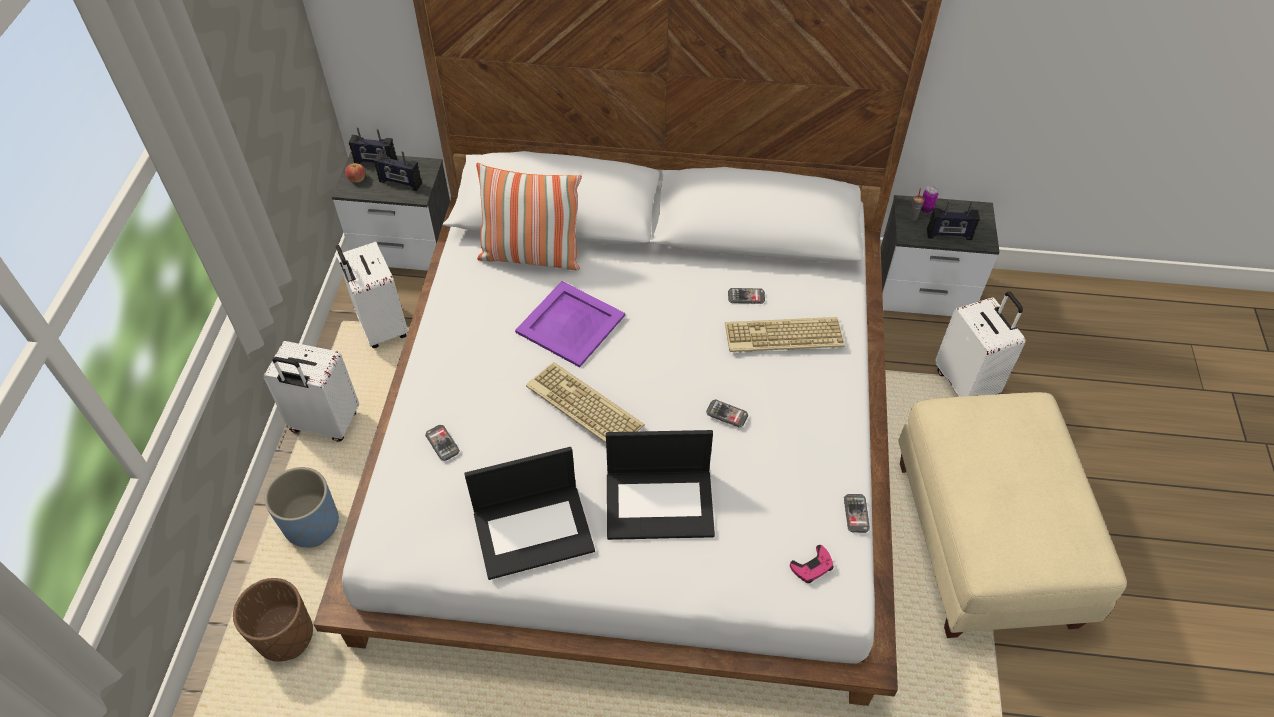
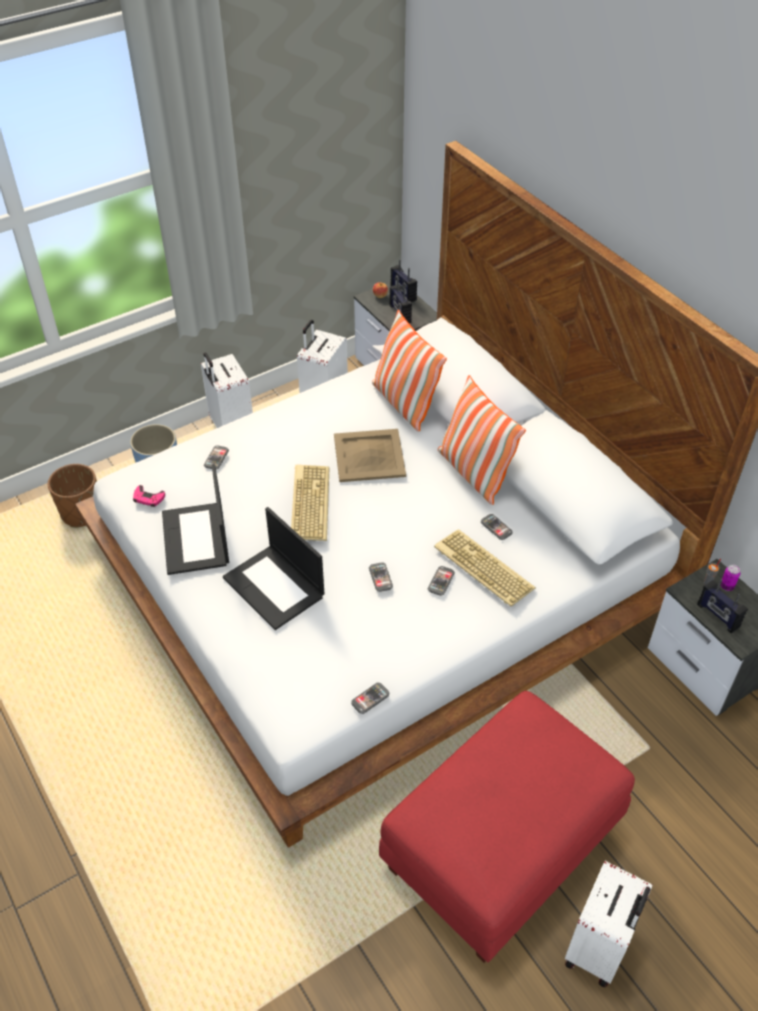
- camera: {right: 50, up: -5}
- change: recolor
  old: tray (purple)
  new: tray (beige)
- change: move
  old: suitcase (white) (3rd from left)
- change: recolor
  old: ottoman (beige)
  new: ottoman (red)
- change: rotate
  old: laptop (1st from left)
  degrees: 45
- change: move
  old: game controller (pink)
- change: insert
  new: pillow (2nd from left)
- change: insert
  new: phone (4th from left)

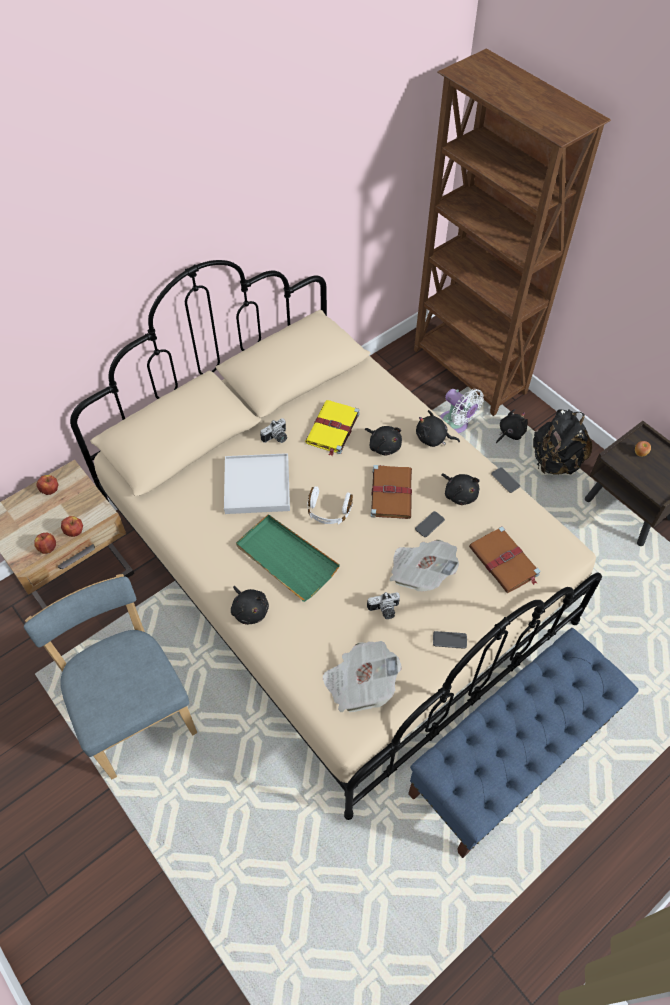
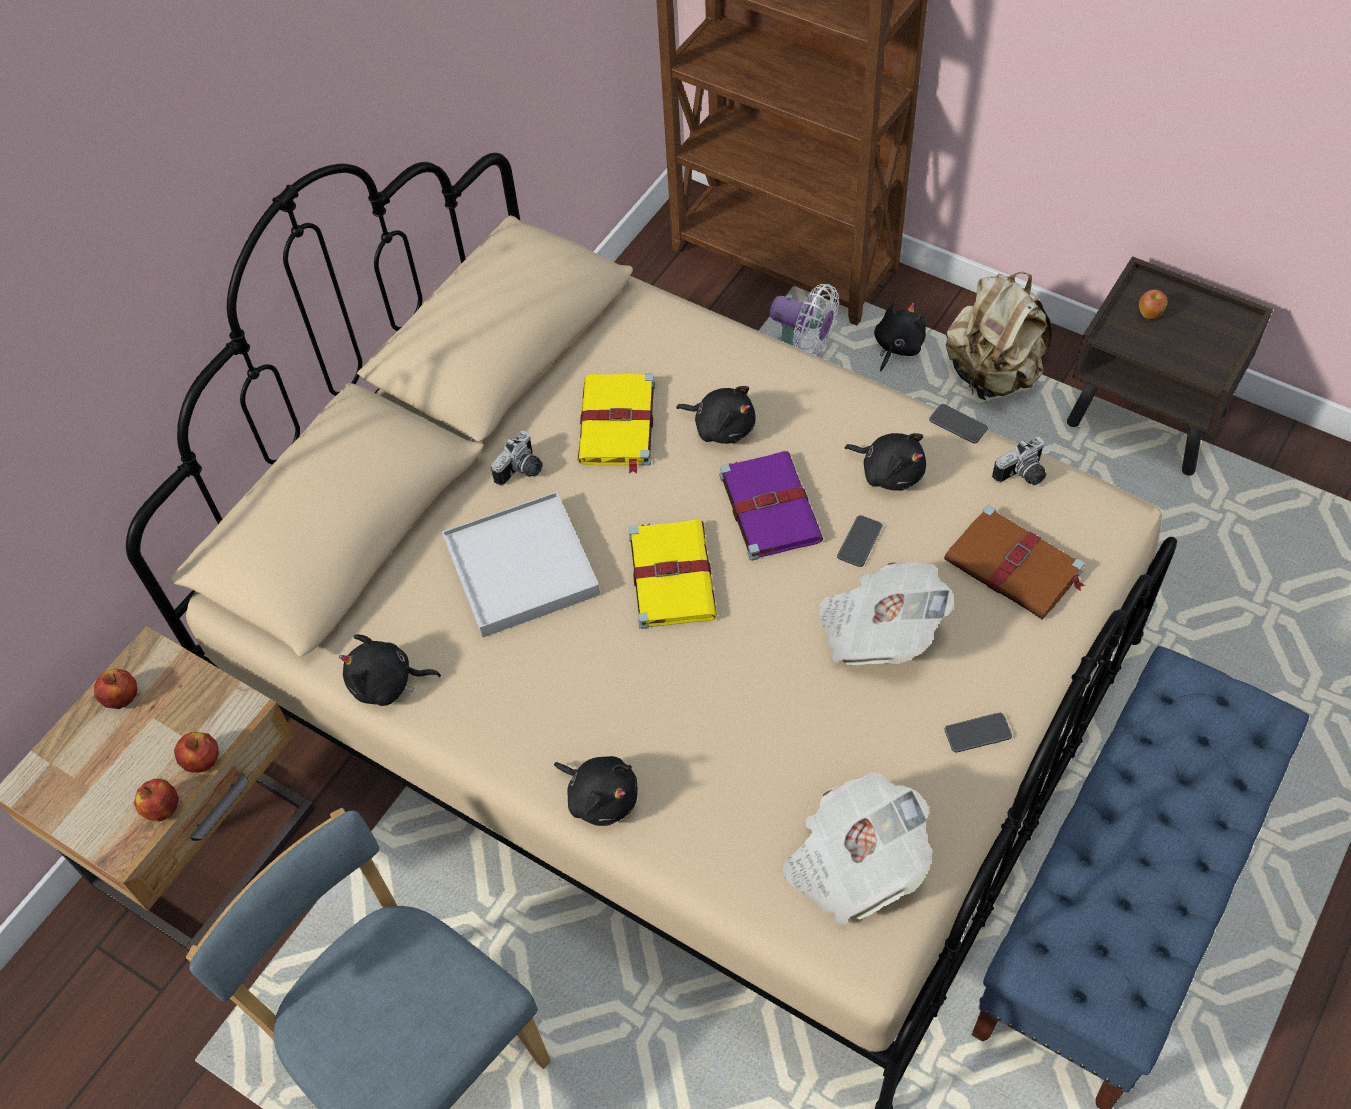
- camera: {right: -15, up: 0}
- change: recolor
  old: backpack (black)
  new: backpack (beige)
- change: move
  old: plush toy (black) (3rd from left in the first image)
  new: plush toy (black) (1st from left)
- change: recolor
  old: book (brown) (1st from left)
  new: book (purple)
- change: replace
  old: headphones (white)
  new: book (yellow) (2nd from left)
- change: delete
  old: tray (green)
- change: move
  old: photo camera (2nd from left)

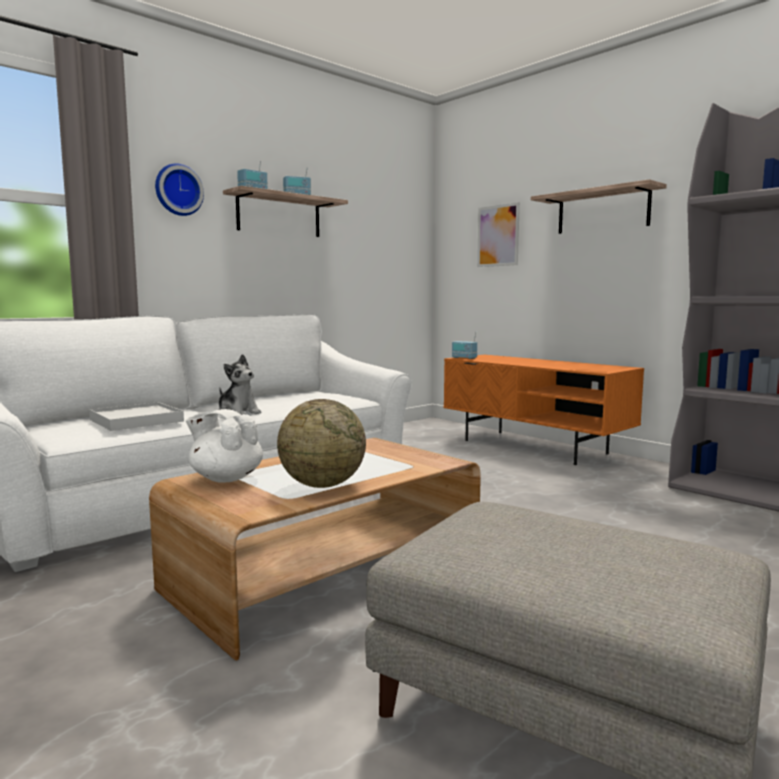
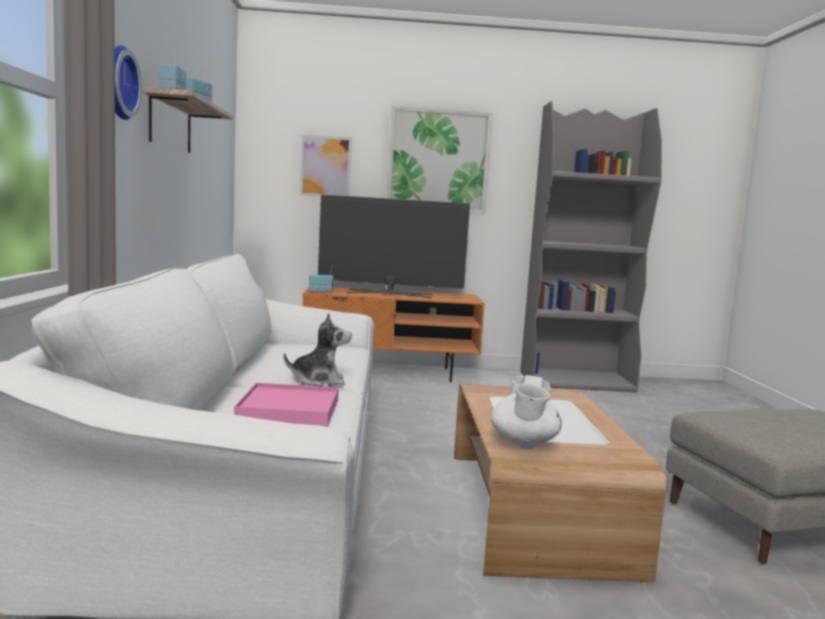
- camera: {right: -50, up: 0}
- change: replace
  old: shelf (2nd from left)
  new: picture (2nd from left)
- change: delete
  old: globe
- change: recolor
  old: tray (white)
  new: tray (pink)
- change: rotate
  old: teapot (white)
  degrees: -60
- change: insert
  new: television

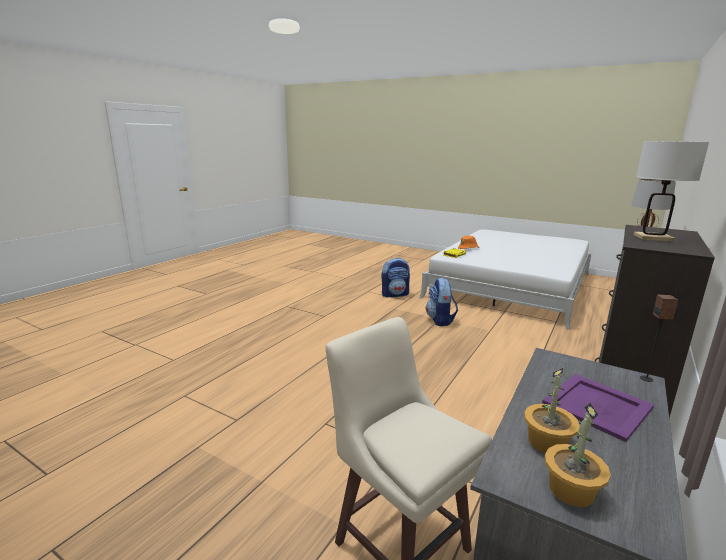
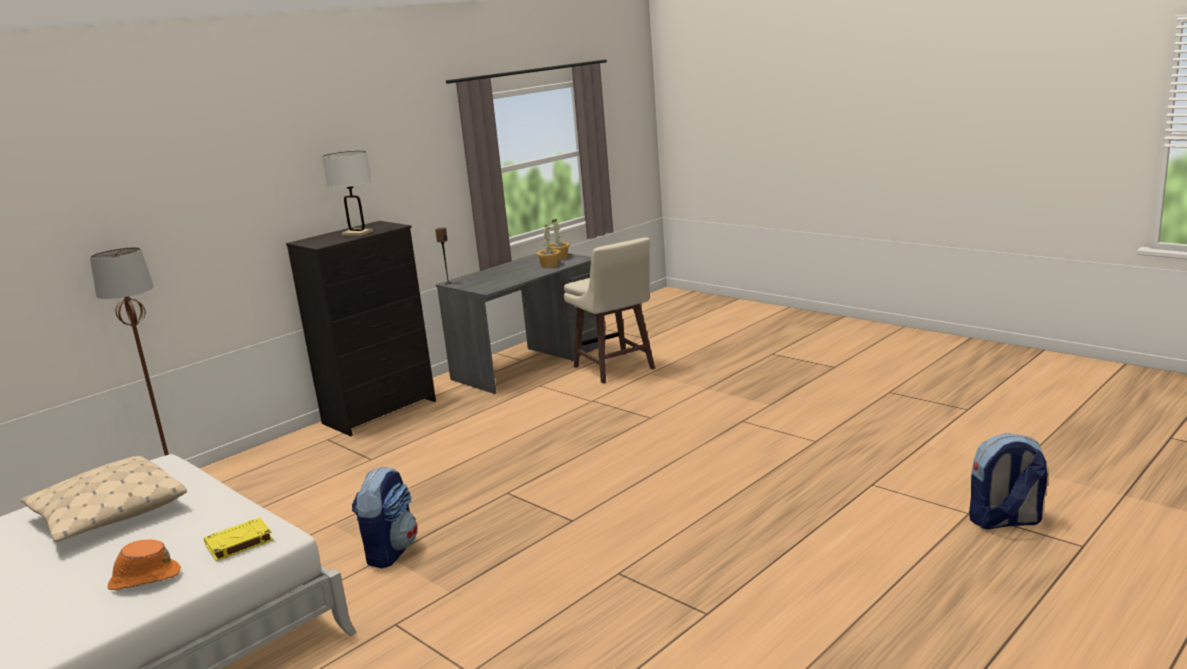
- camera: {right: -165, up: 0}
- change: move
  old: backpack (1st from left in the first image)
  new: backpack (2nd from left)
- change: delete
  old: tray (purple)
- change: insert
  new: pillow (beige)

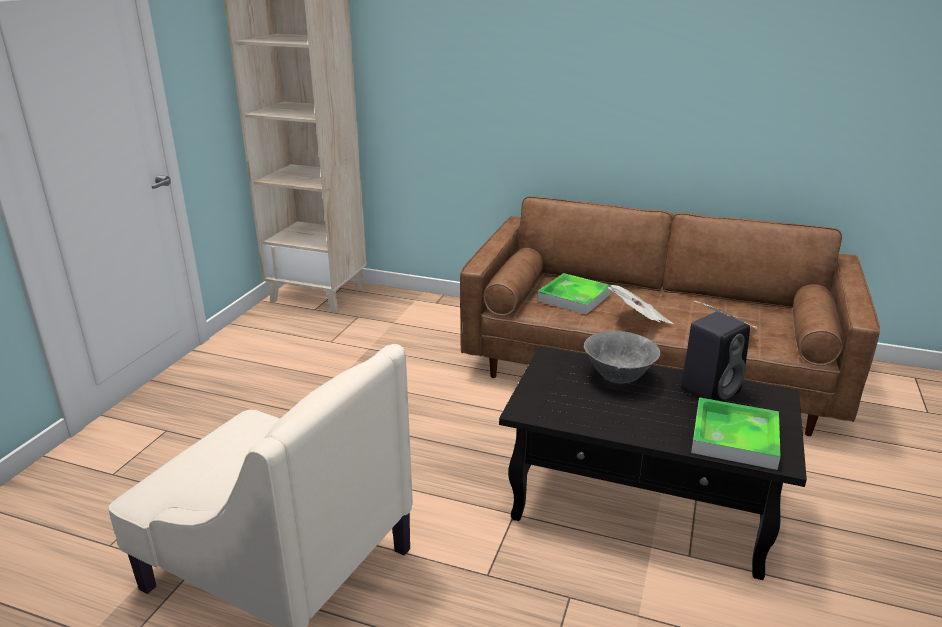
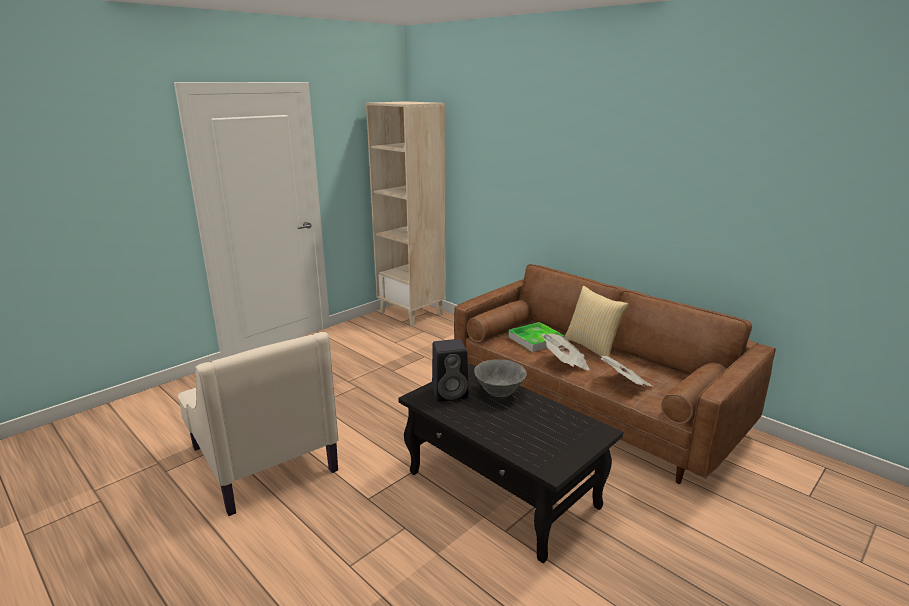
- camera: {right: 25, up: -5}
- change: move
  old: speaker (black)
- change: delete
  old: tray (2nd from left)
- change: insert
  new: pillow

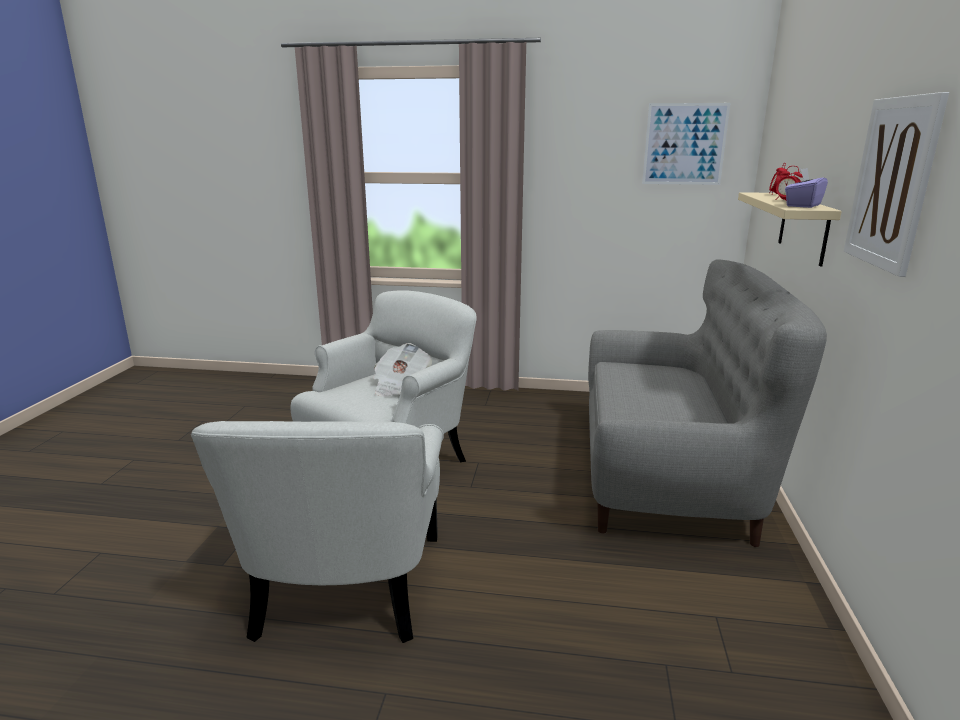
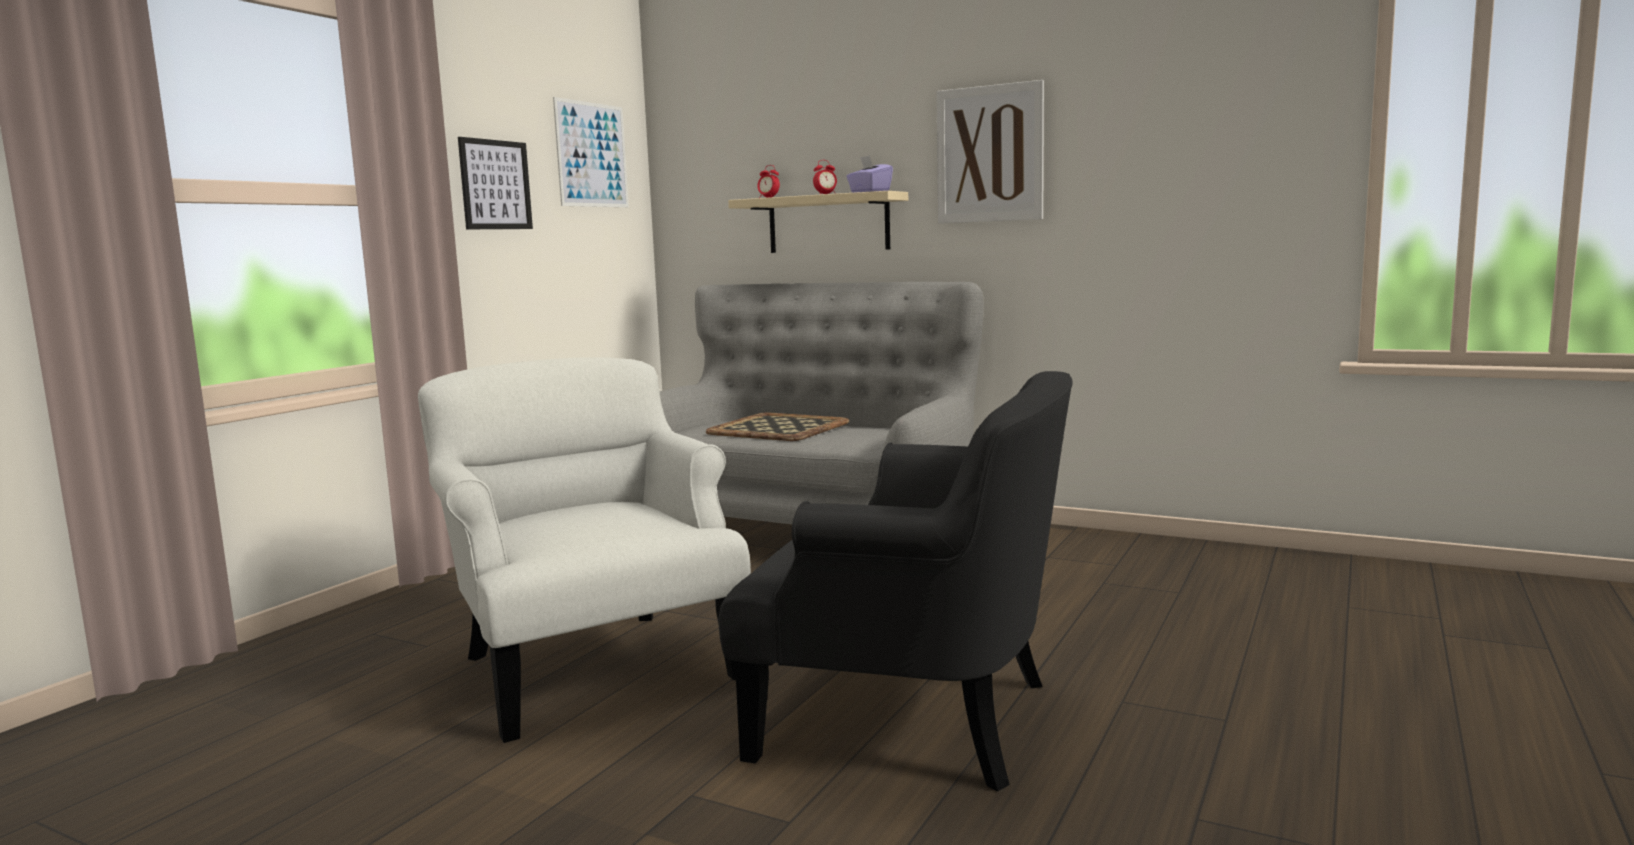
- camera: {right: -70, up: -10}
- change: delete
  old: newspaper
- change: recolor
  old: armchair (white) (1st from left)
  new: armchair (black)
- change: insert
  new: picture (1st from left)
- change: insert
  new: tray

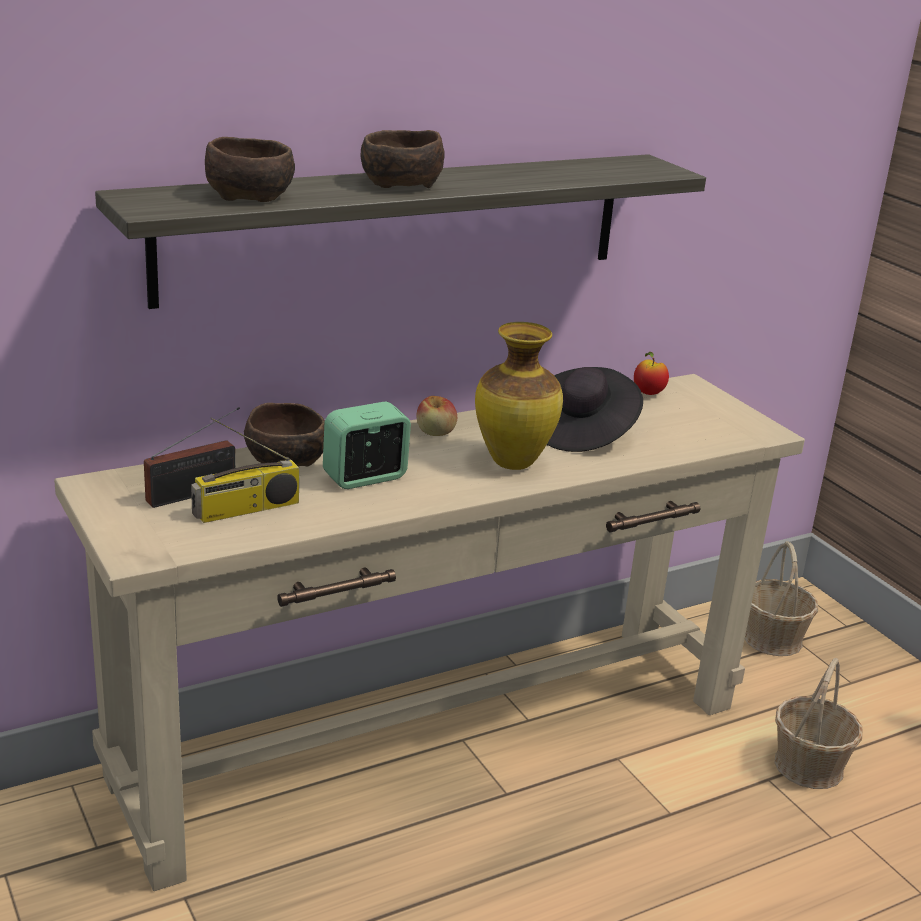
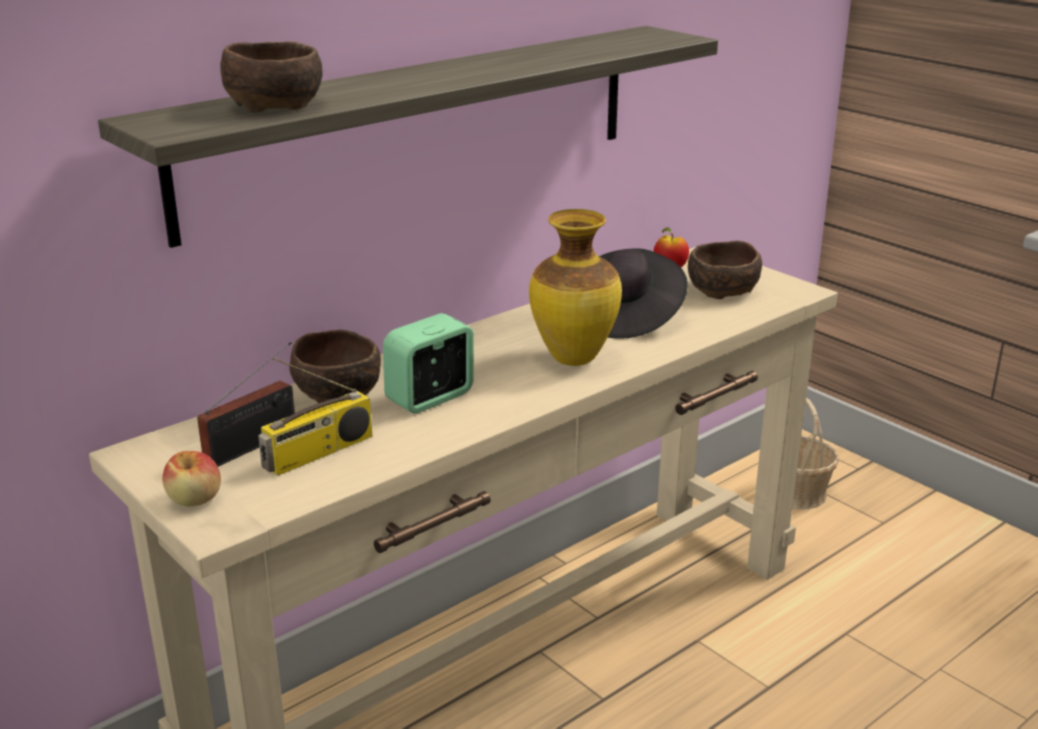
- camera: {right: -10, up: 0}
- change: move
  old: bowl (brown) (3rd from left)
- change: move
  old: apple (1st from left)
- change: delete
  old: basket (2nd from left)

